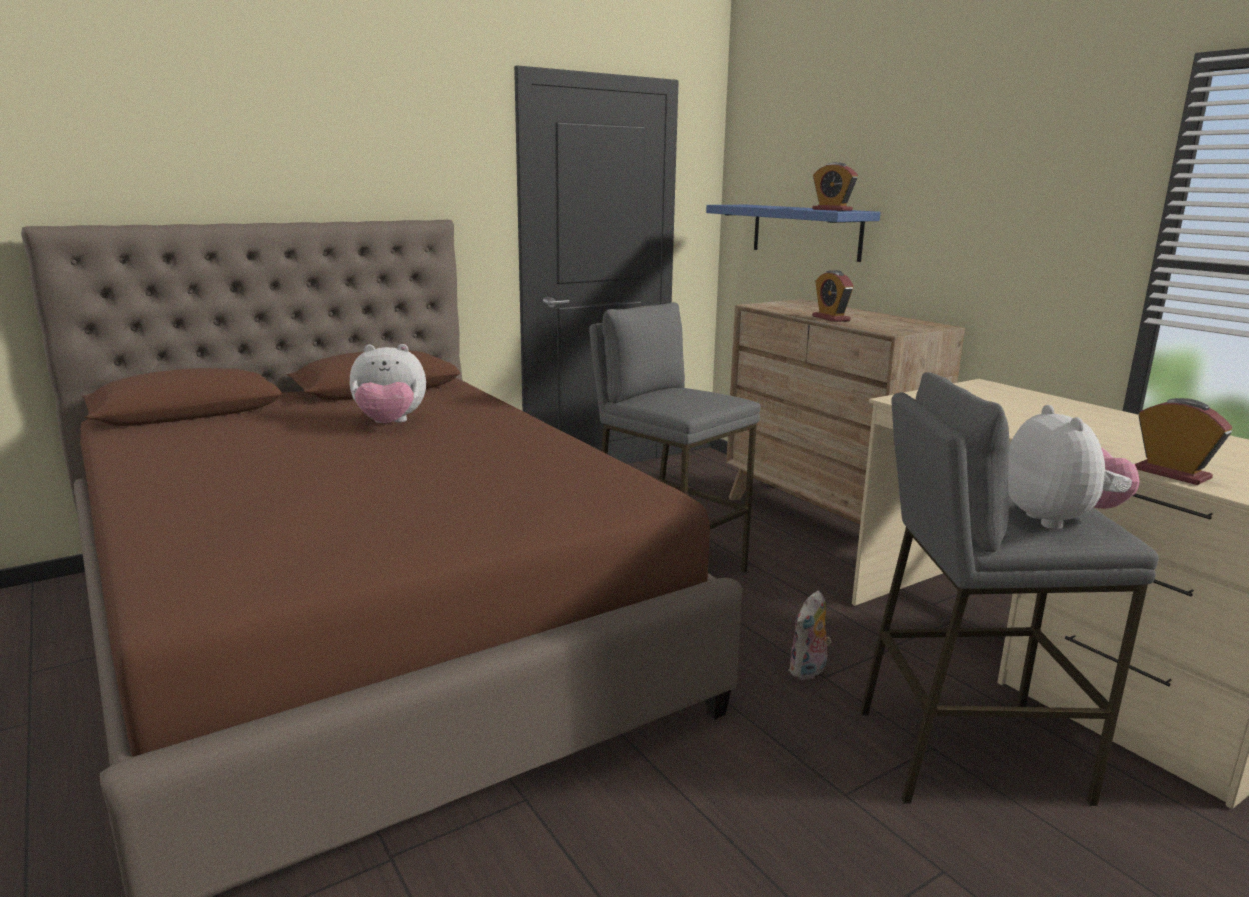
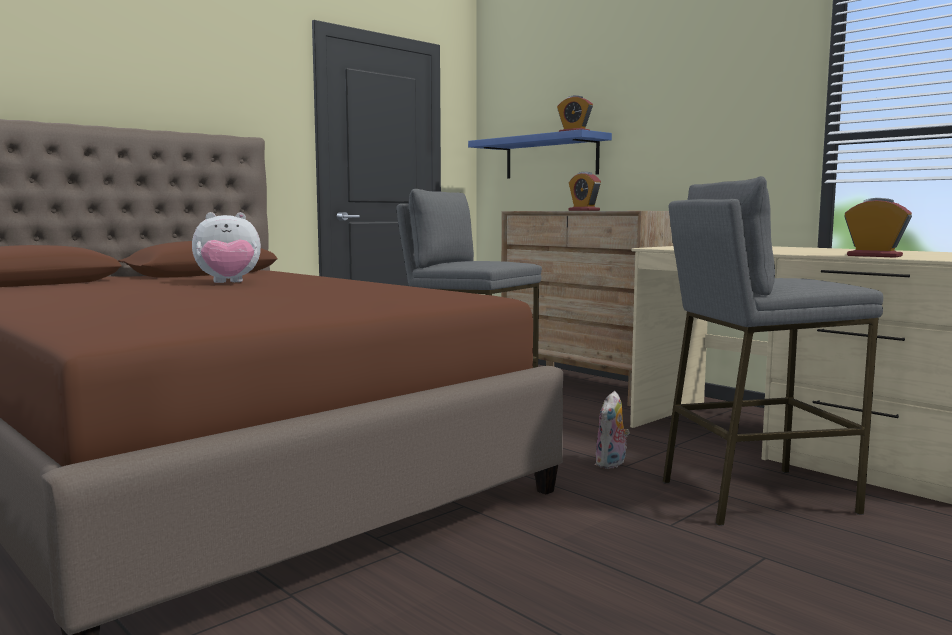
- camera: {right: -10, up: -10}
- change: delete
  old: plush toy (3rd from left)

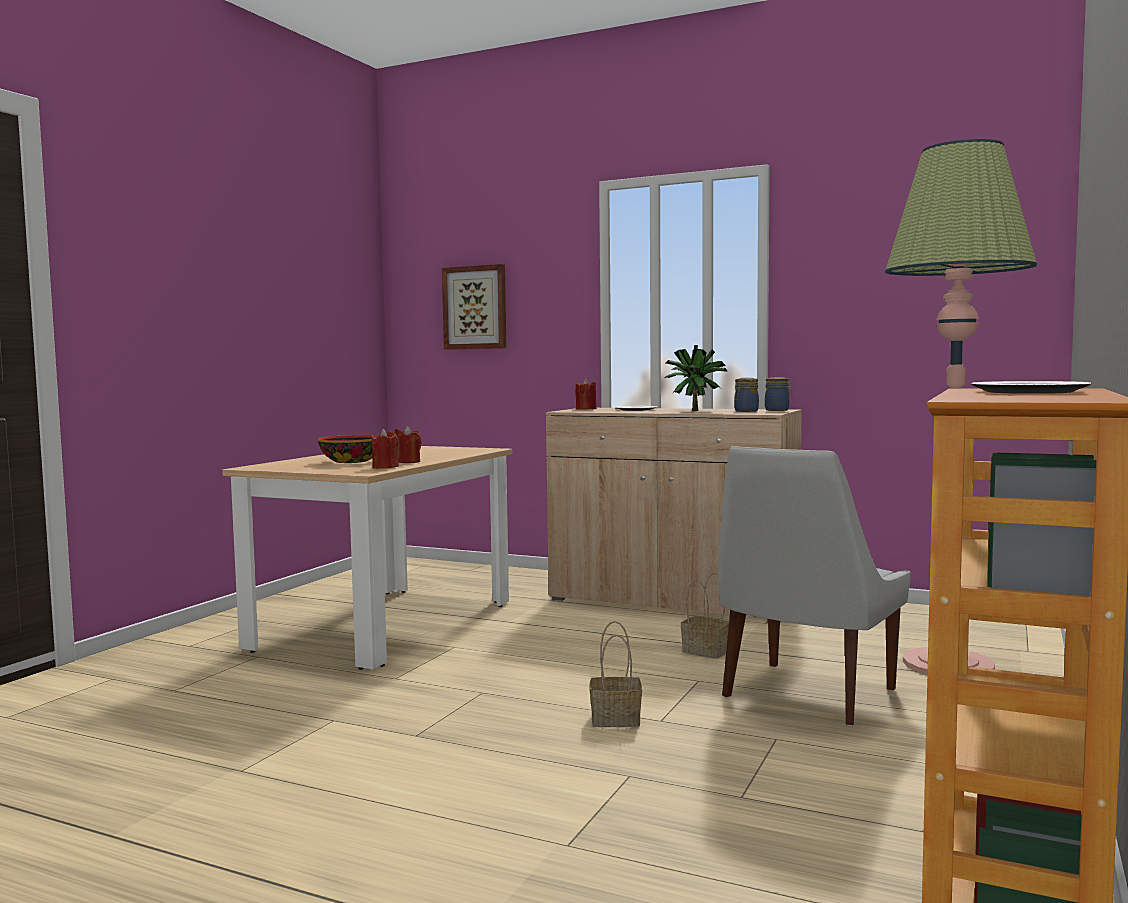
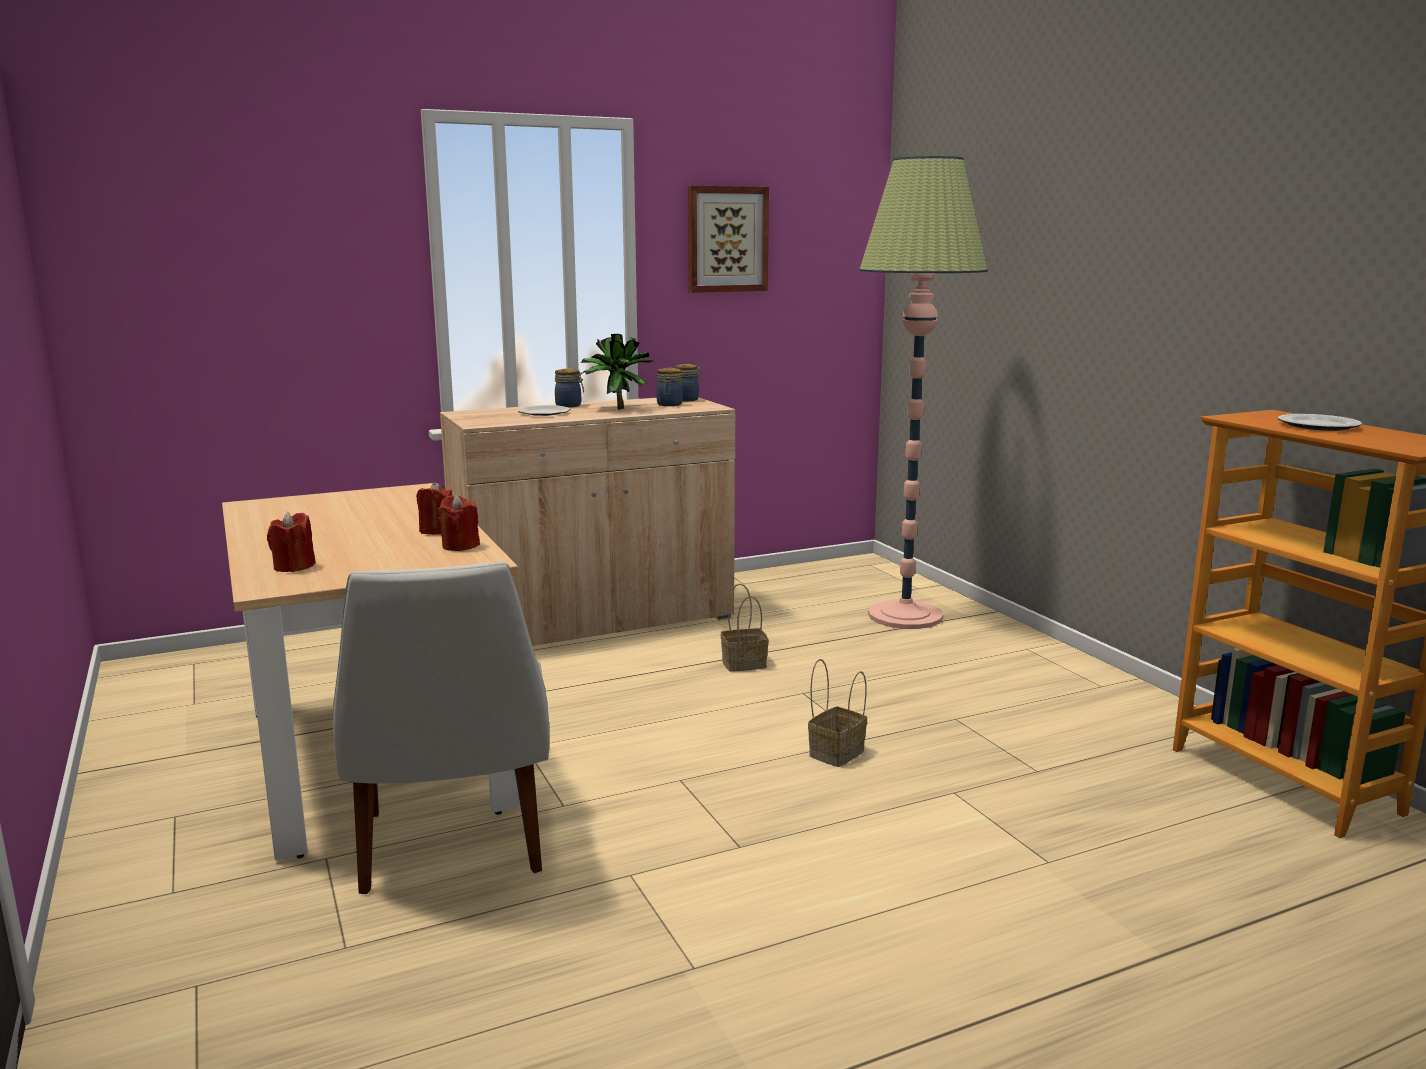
- camera: {right: -50, up: 10}
- change: move
  old: picture
- change: move
  old: candle (red) (3rd from left in the first image)
  new: candle (red) (1st from left)
- change: delete
  old: bowl
- change: move
  old: chair (white)
- change: insert
  new: jar (1st from left)

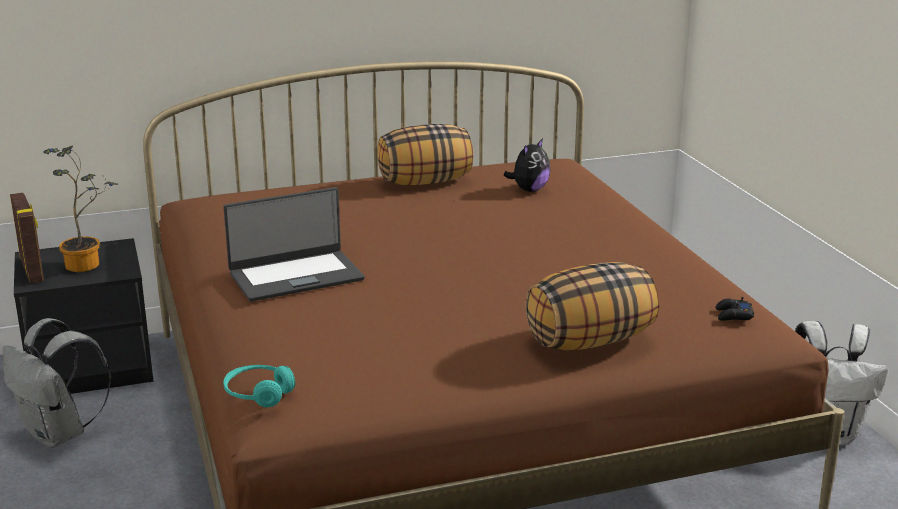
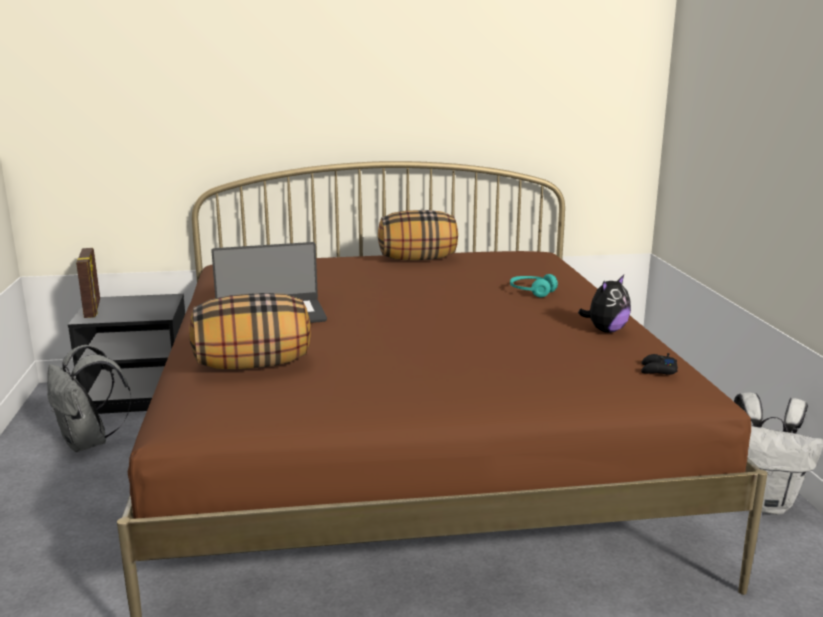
- camera: {right: 10, up: -5}
- change: move
  old: plush toy
- change: delete
  old: potted plant
- change: move
  old: pillow (2nd from left in the first image)
  new: pillow (1st from left)
- change: move
  old: headphones (turquoise)

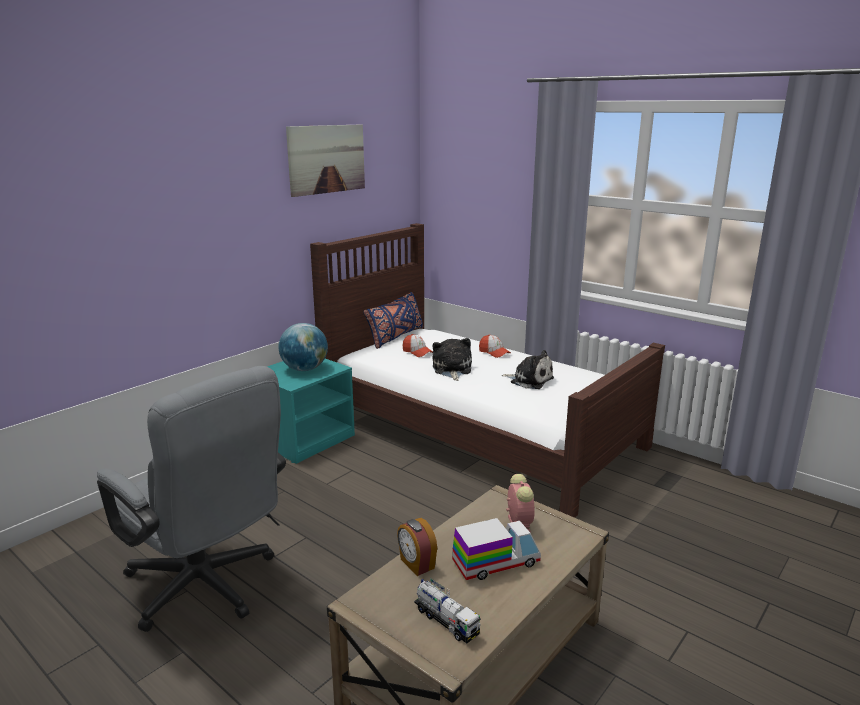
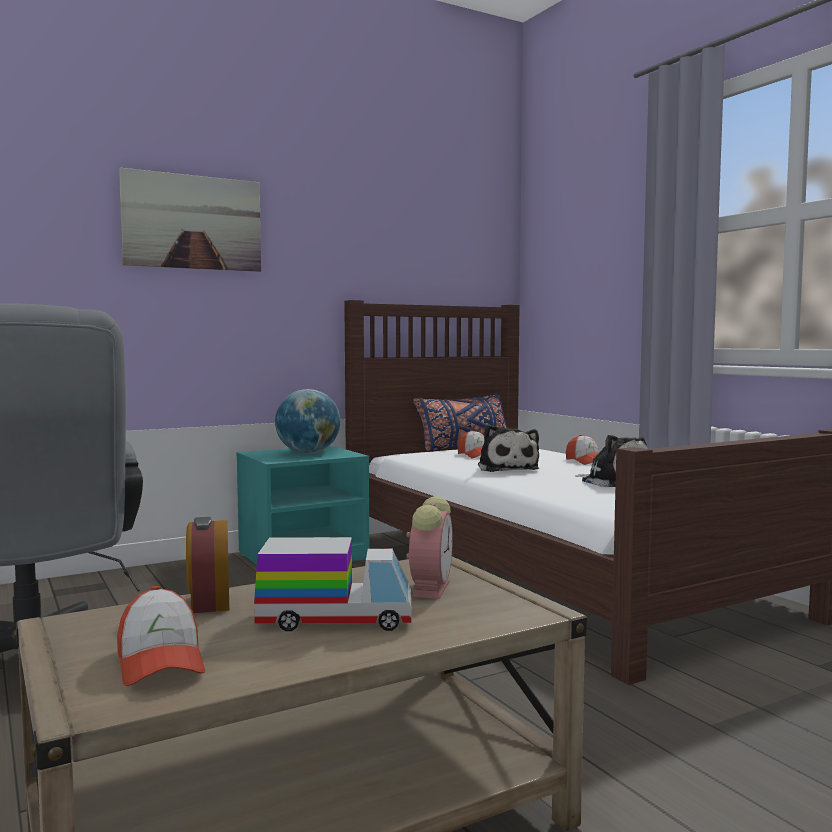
- camera: {right: 20, up: -15}
- change: move
  old: picture
- change: rotate
  old: plush toy (1st from left)
  degrees: 150
- change: replace
  old: toy truck (1st from left)
  new: cap (1st from left)

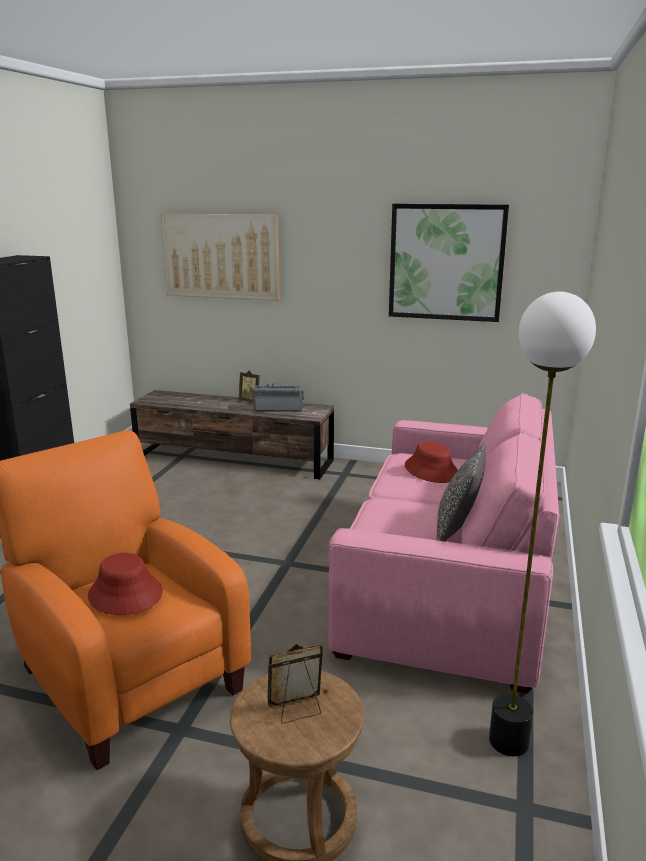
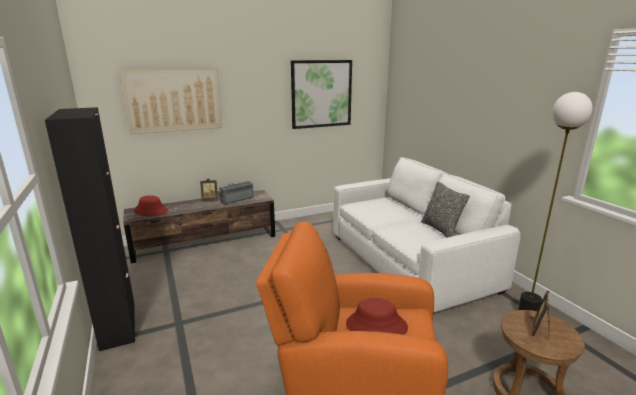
- camera: {right: -40, up: 0}
- change: recolor
  old: sofa (pink)
  new: sofa (white)
- change: move
  old: hat (red) (2nd from left in the first image)
  new: hat (red) (1st from left)

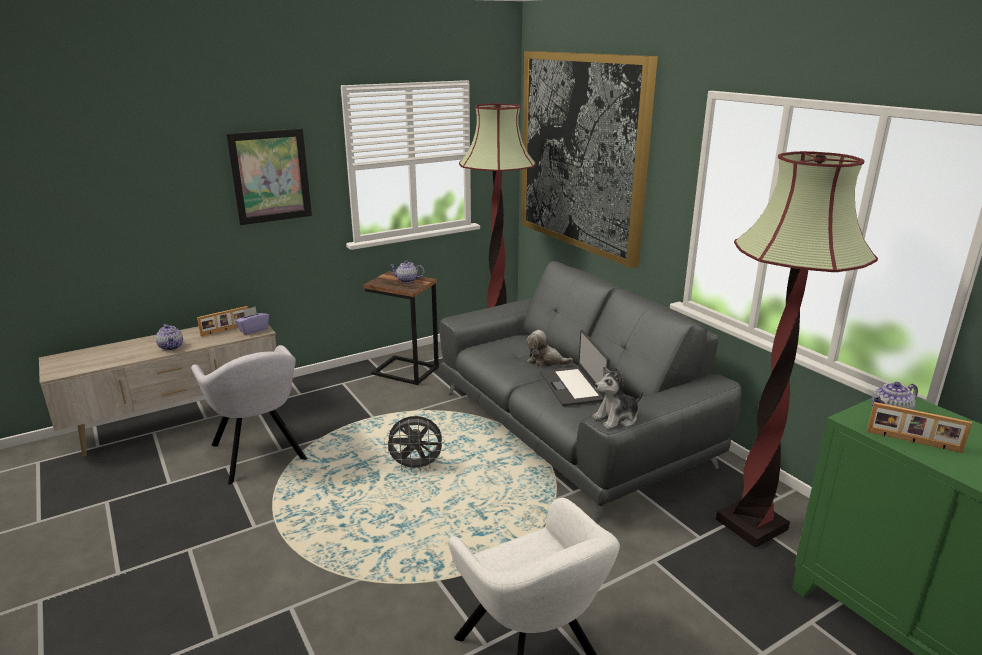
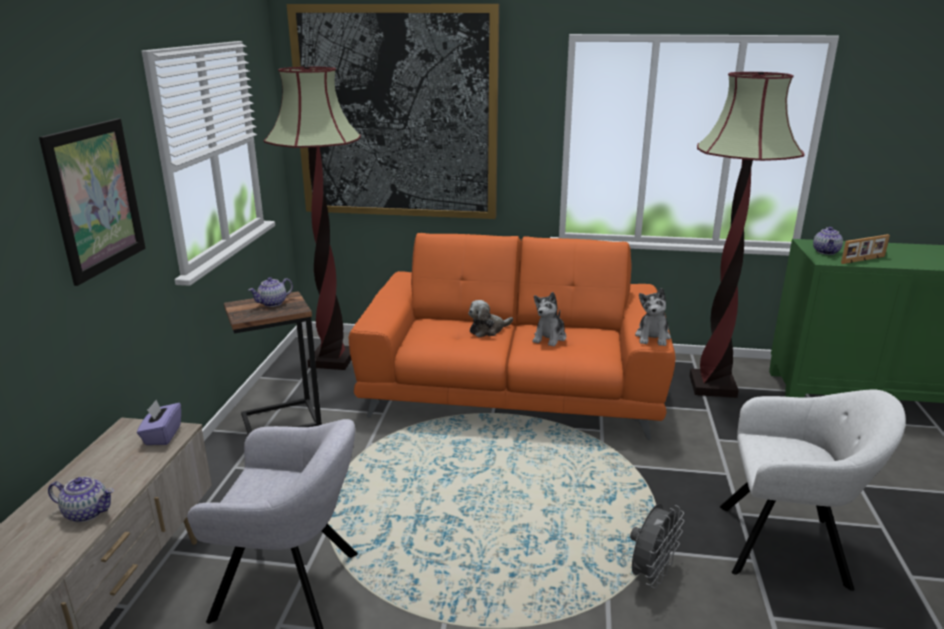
- camera: {right: -50, up: 0}
- change: recolor
  old: sofa (grey)
  new: sofa (orange)
- change: delete
  old: picture frame (1st from left)
- change: replace
  old: laptop
  new: plush toy (2nd from left)
- change: move
  old: fan (grey)

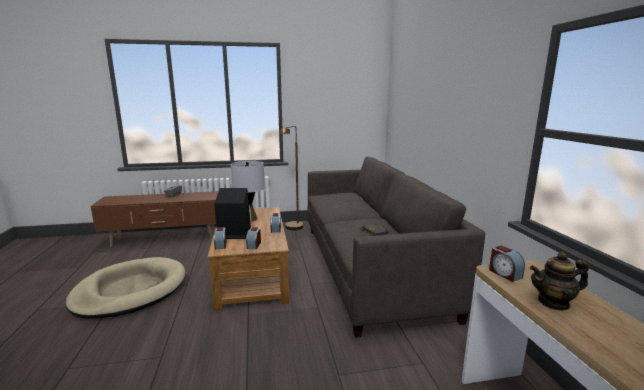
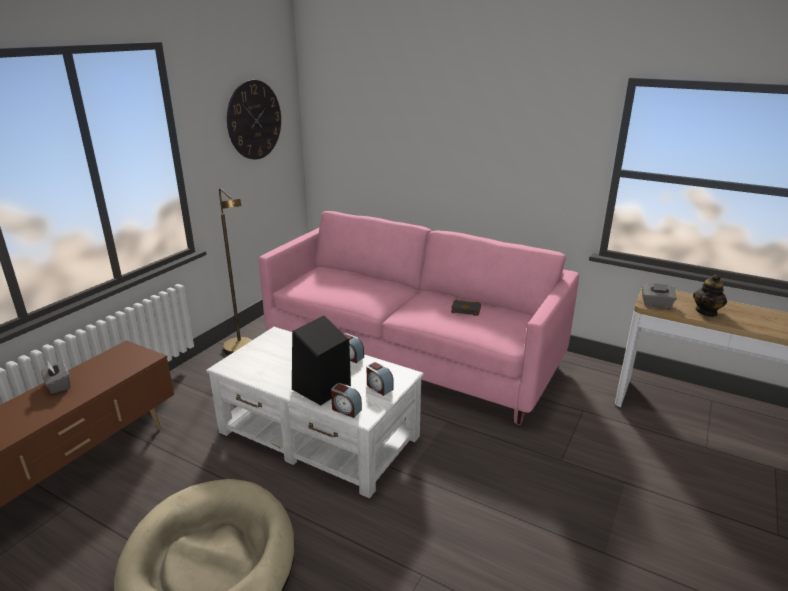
- camera: {right: -50, up: 10}
- change: recolor
  old: sofa (grey)
  new: sofa (pink)
- change: delete
  old: table lamp (grey)
- change: recolor
  old: coffee table (brown)
  new: coffee table (white)
- change: replace
  old: alarm clock (4th from left)
  new: tissue box (grey) (2nd from left)
- change: insert
  new: wall clock

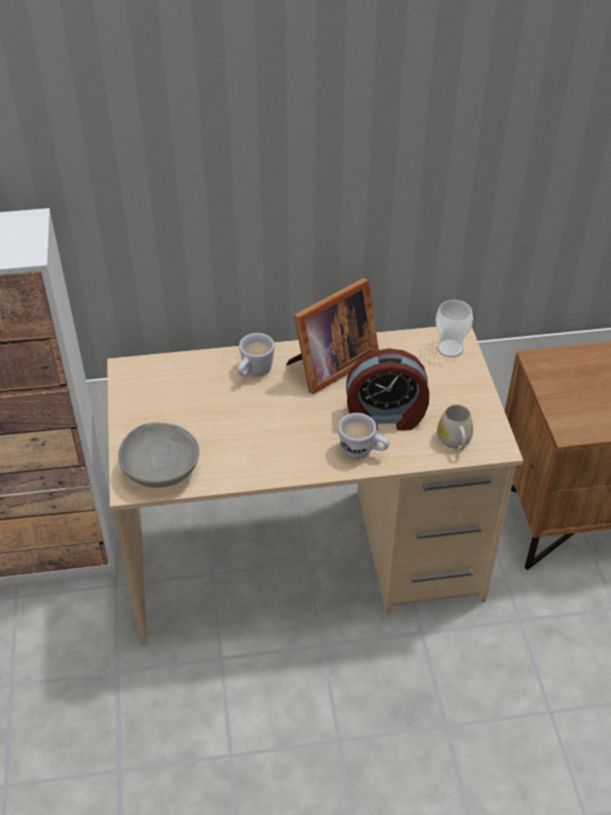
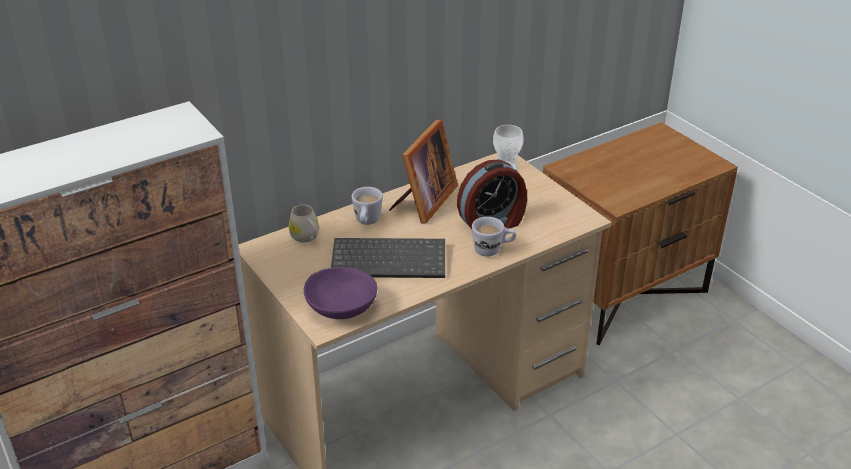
- camera: {right: -25, up: -10}
- change: move
  old: mug (white) (3rd from left in the first image)
  new: mug (white) (1st from left)
- change: recolor
  old: bowl (grey)
  new: bowl (purple)
- change: insert
  new: keyboard

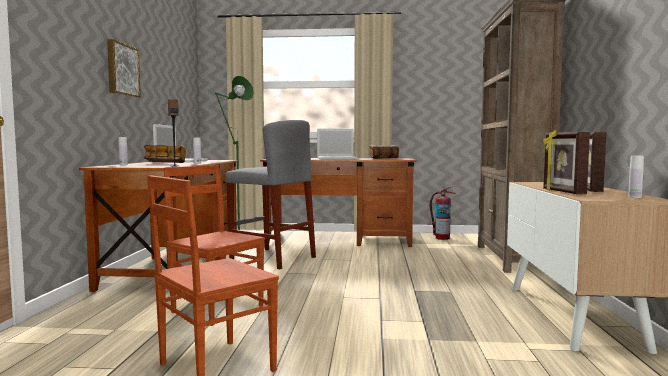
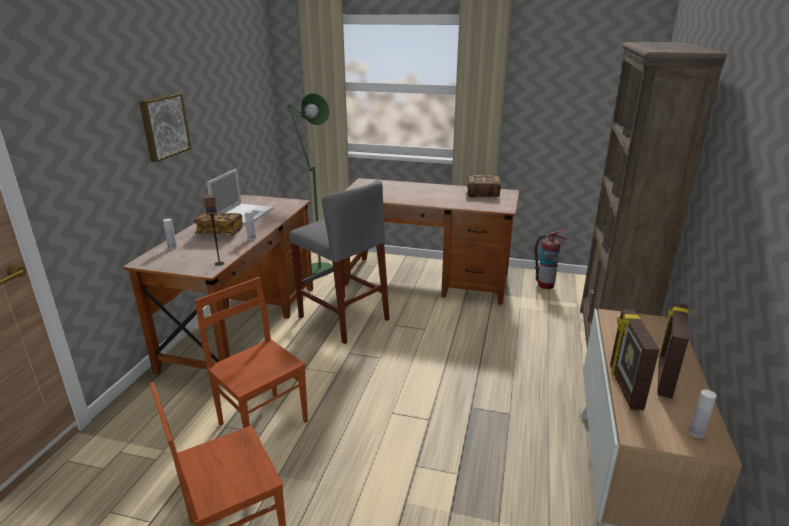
- camera: {right: 10, up: 20}
- change: delete
  old: laptop (2nd from left)

